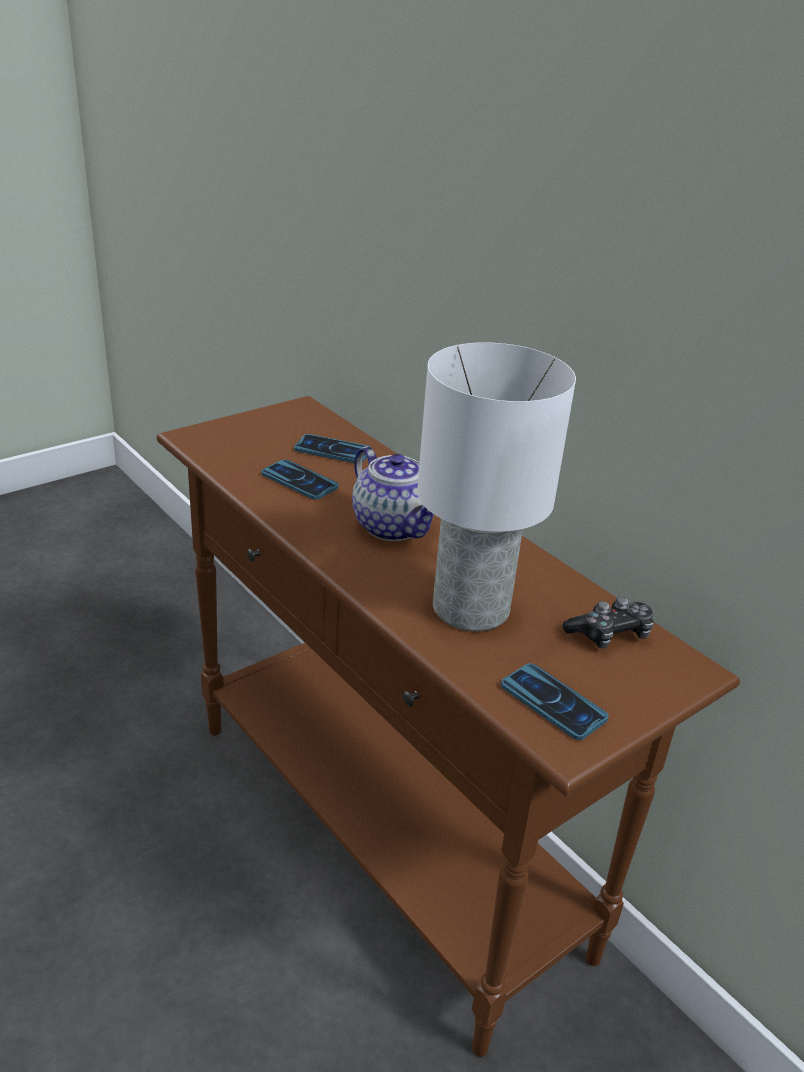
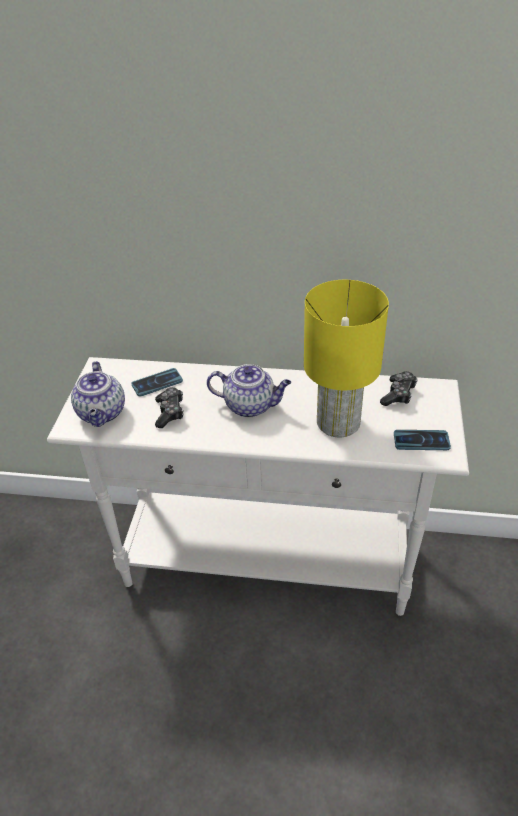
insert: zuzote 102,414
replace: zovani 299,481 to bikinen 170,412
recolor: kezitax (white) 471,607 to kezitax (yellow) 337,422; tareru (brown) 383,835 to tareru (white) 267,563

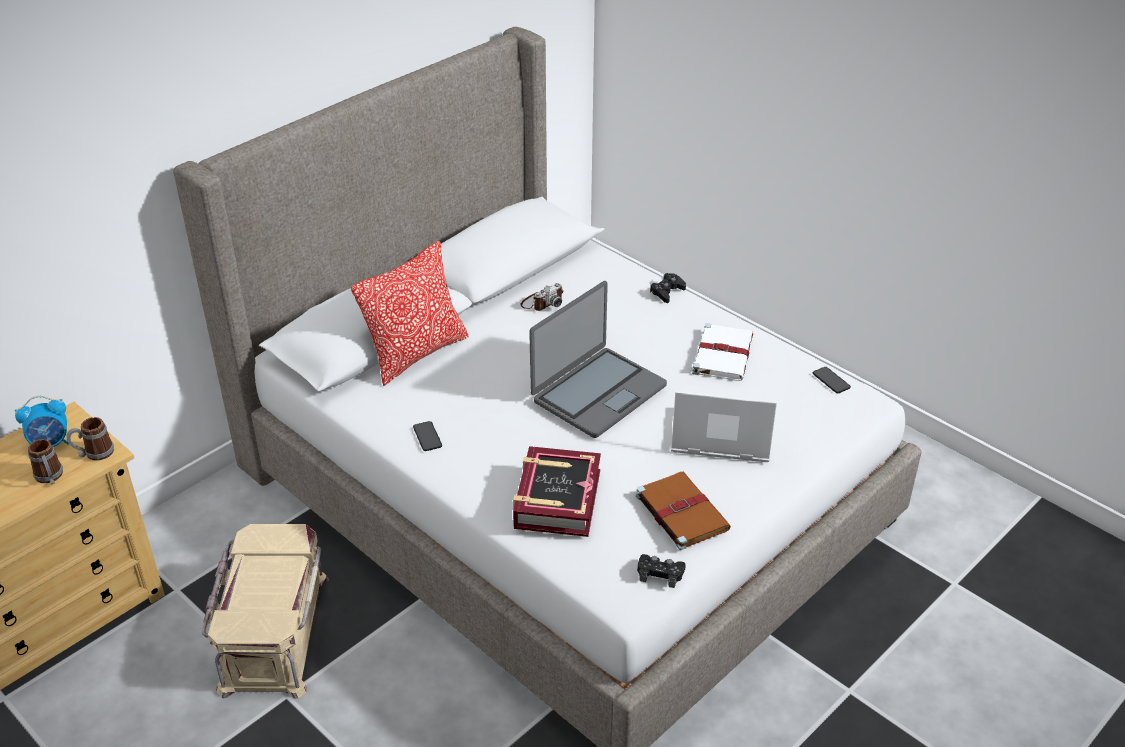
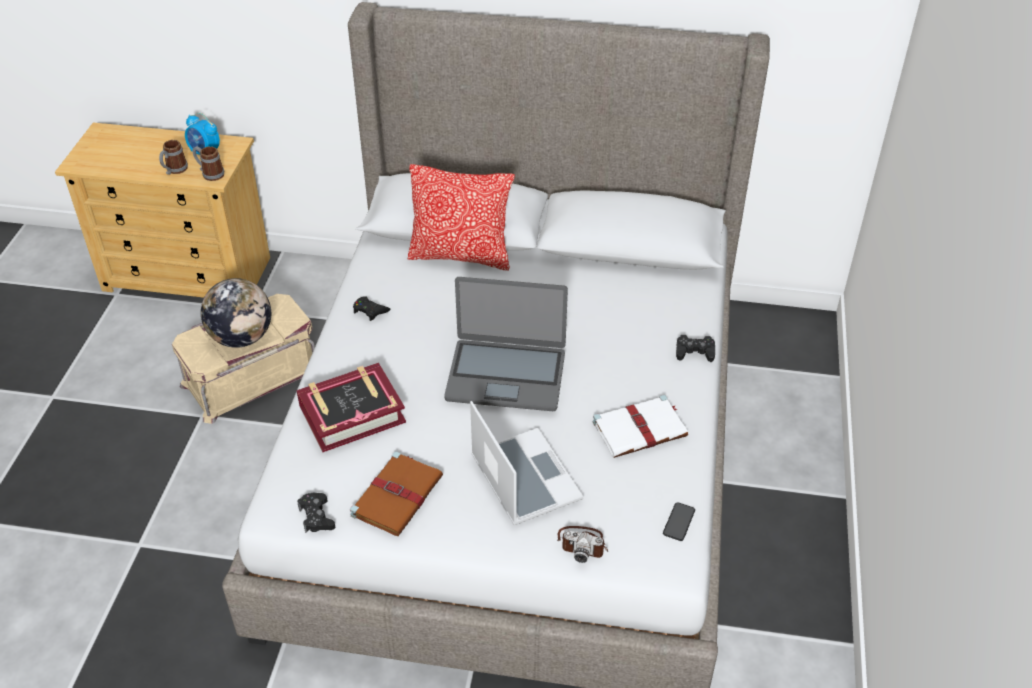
insert: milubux 242,337
move: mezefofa 542,302 to 583,544
replace: zovani 427,437 to bikinen (black) 370,311

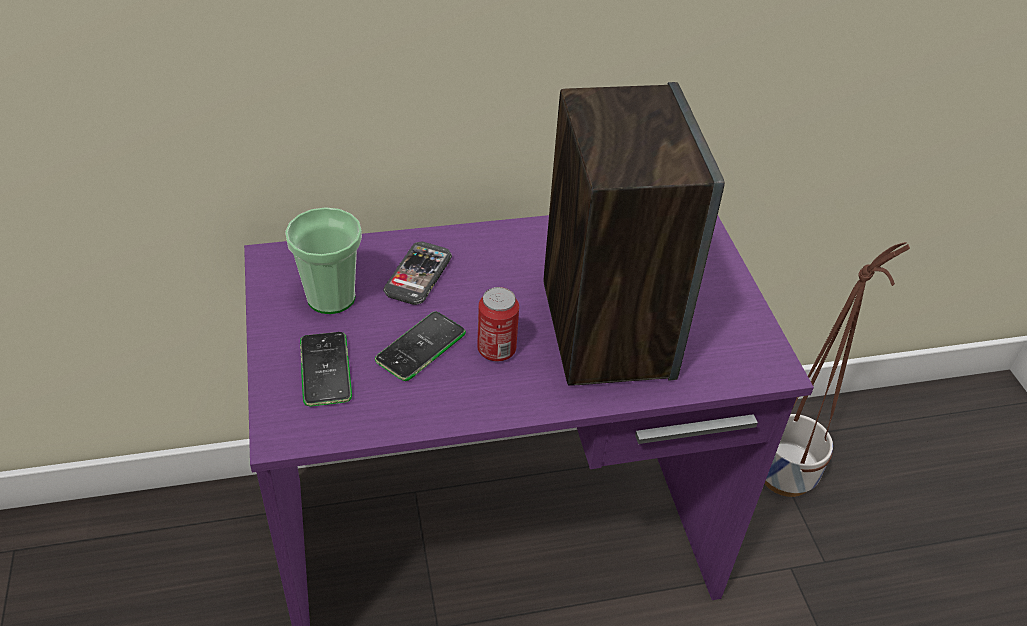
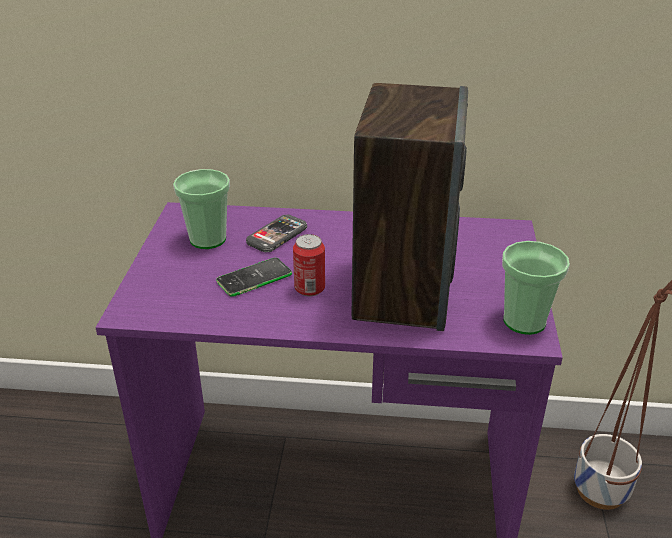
delete: zovani 325,369
insert: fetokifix 524,321

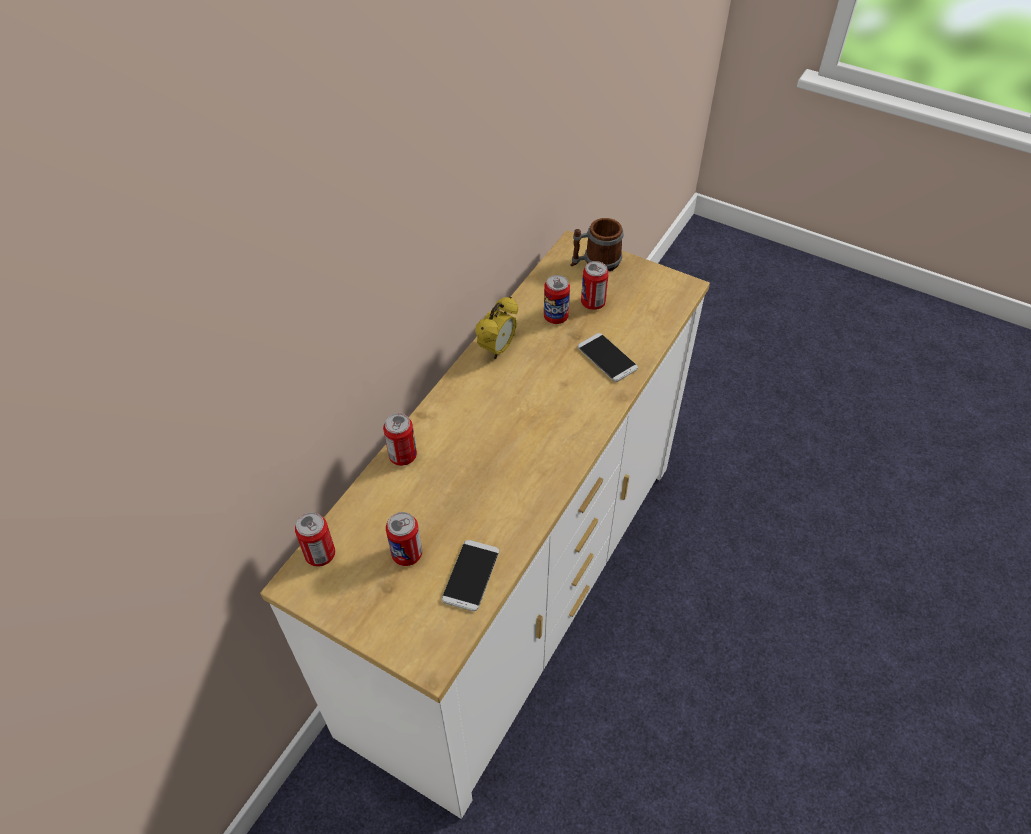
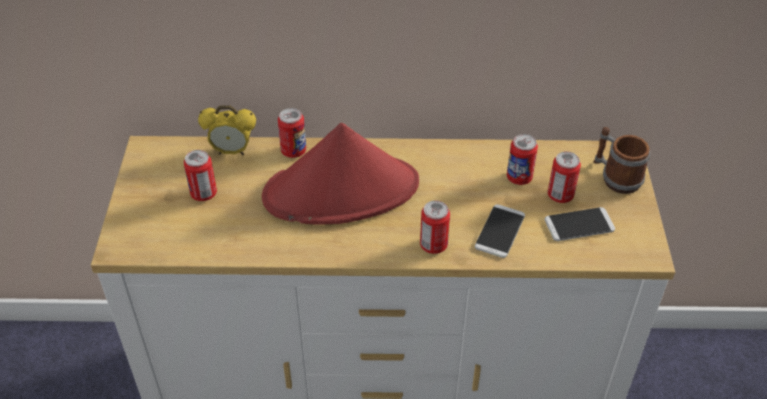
insert: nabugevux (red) 342,191
move: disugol 497,349 to 232,151; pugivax 320,554 to 433,245; zovani 471,575 to 579,225

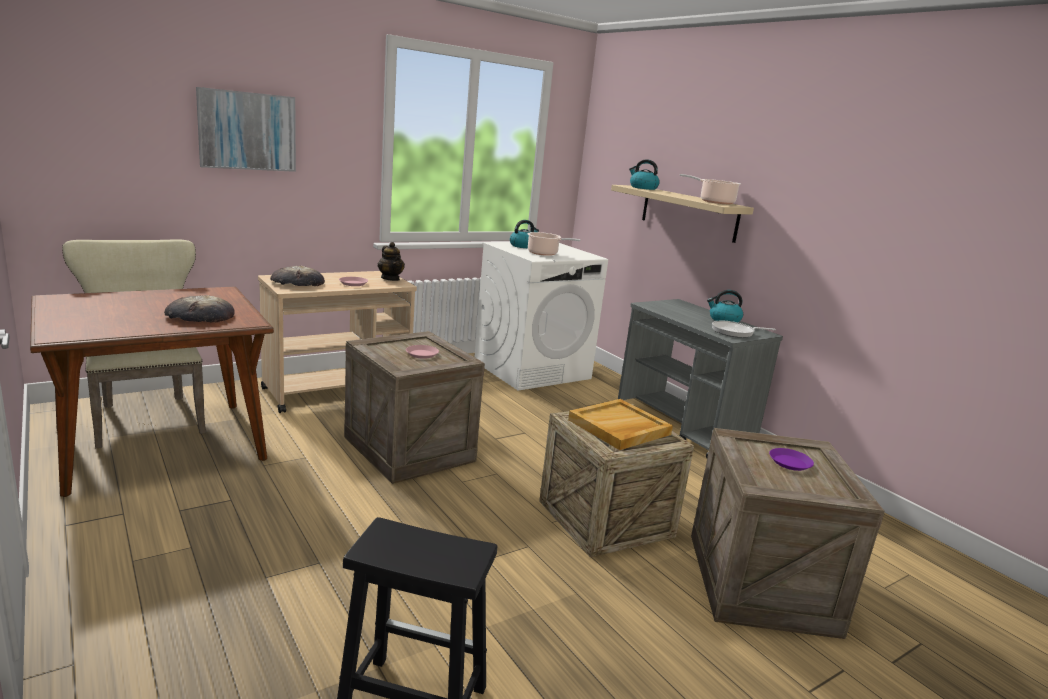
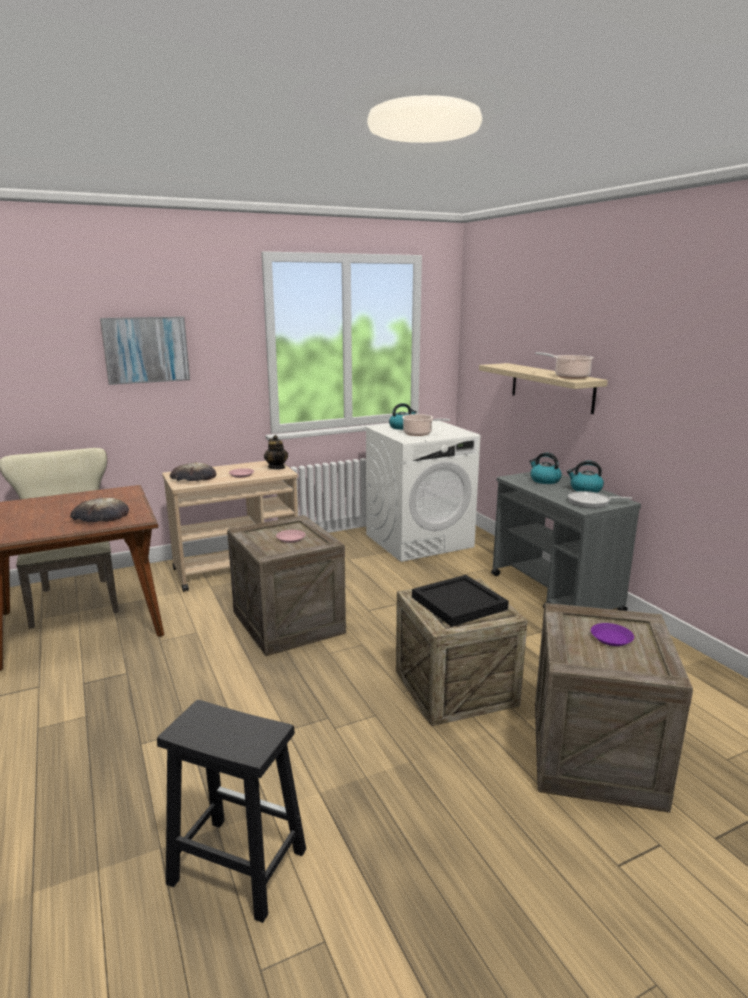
move: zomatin 642,188 to 544,480
recolor: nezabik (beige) 619,427 to nezabik (black) 458,603

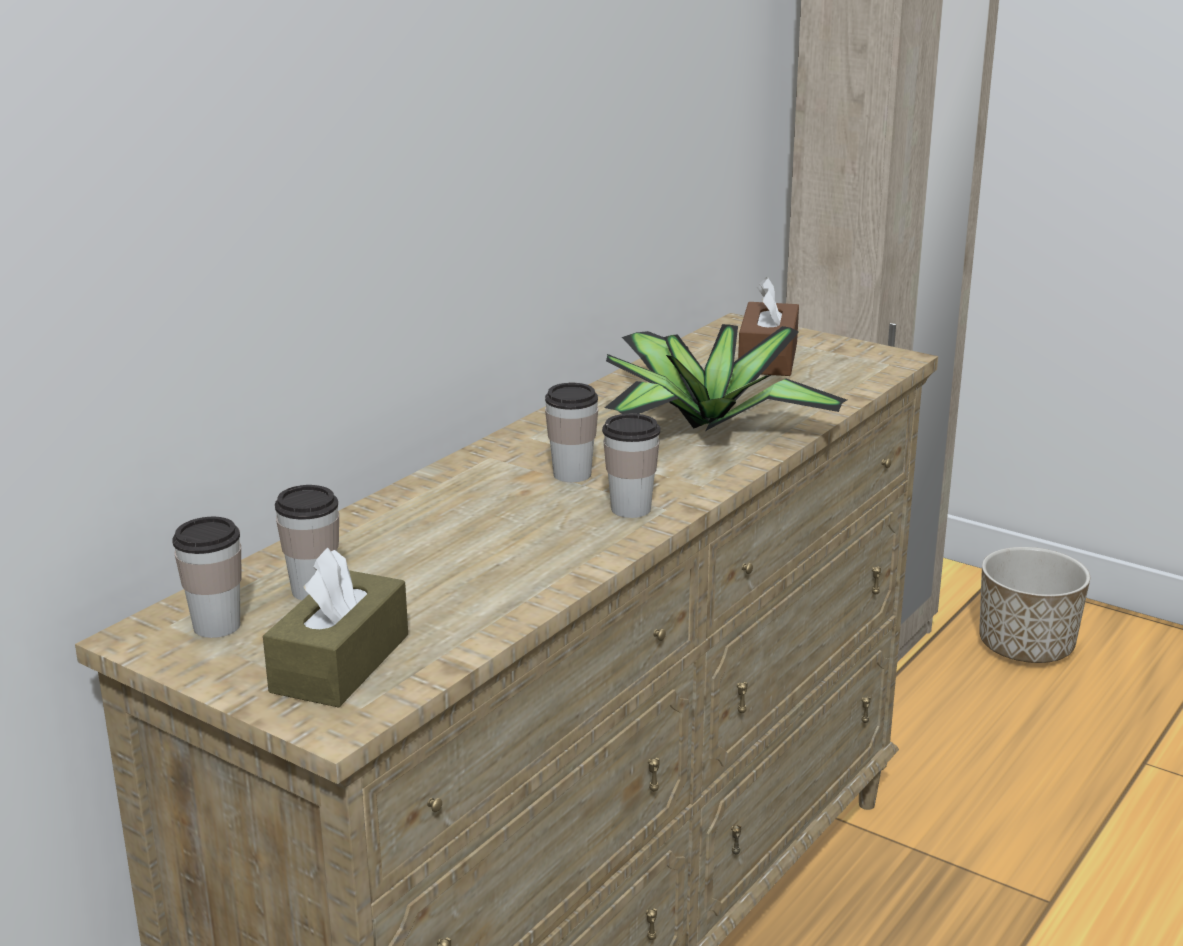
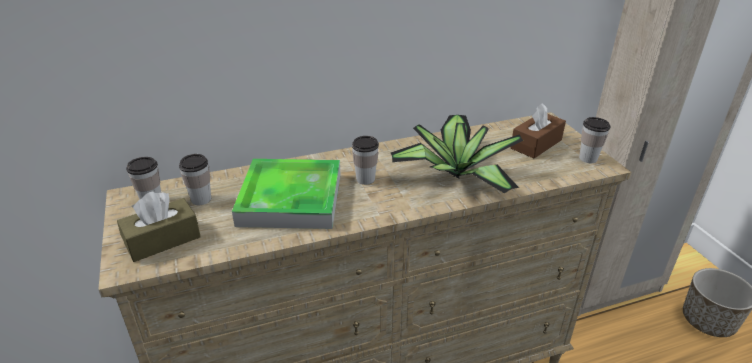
insert: nezabik 291,199
move: fetokifix 630,509 to 588,158

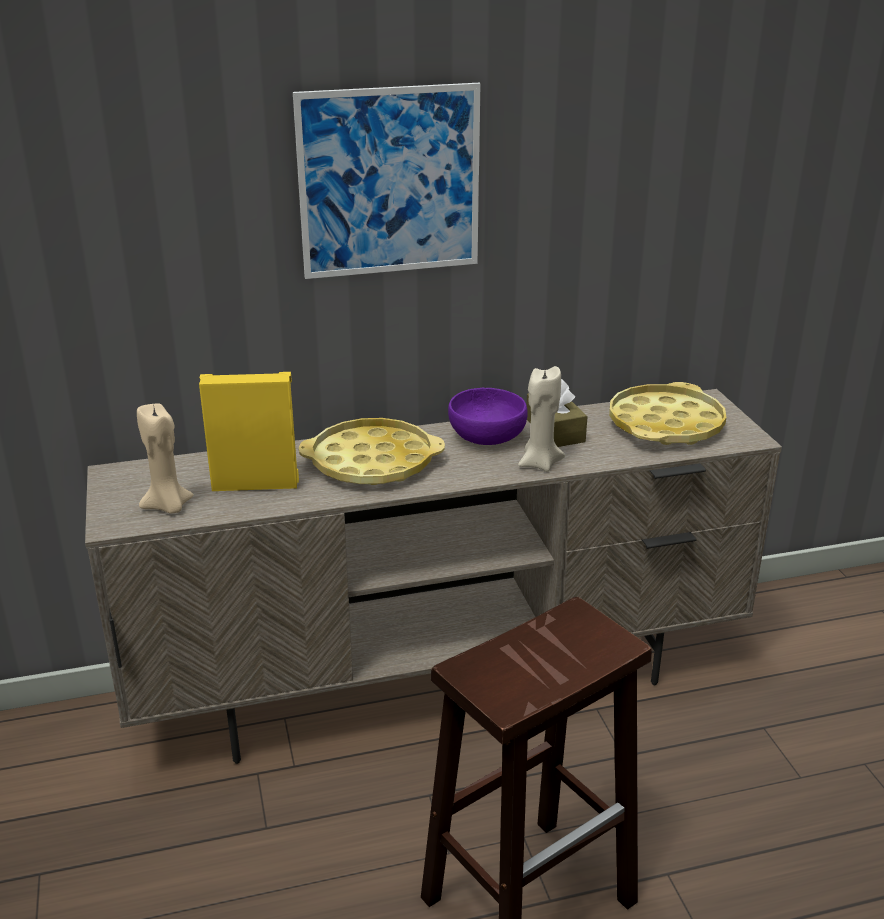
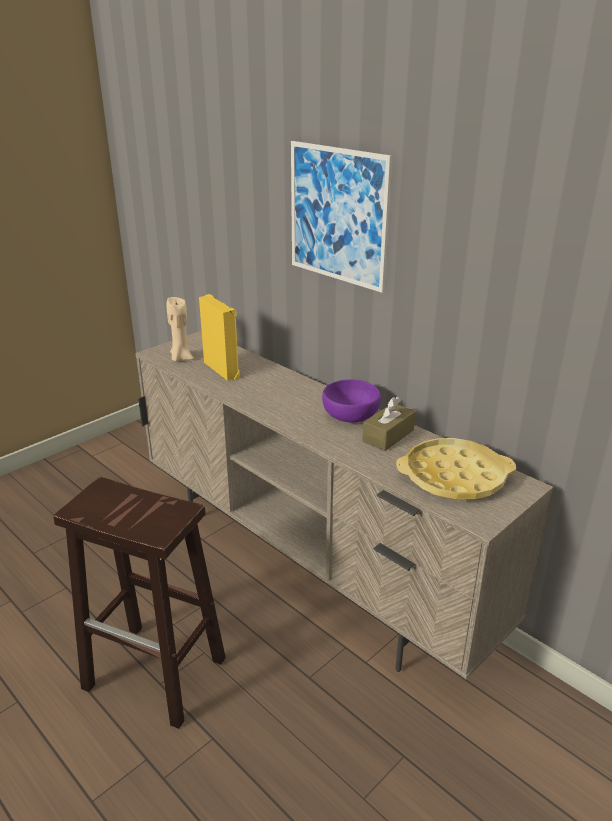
delete: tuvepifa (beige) 539,463; nezabik (yellow) 372,462

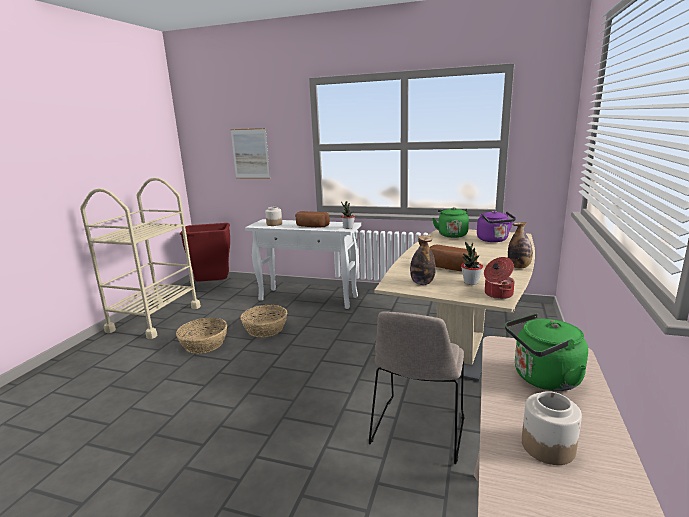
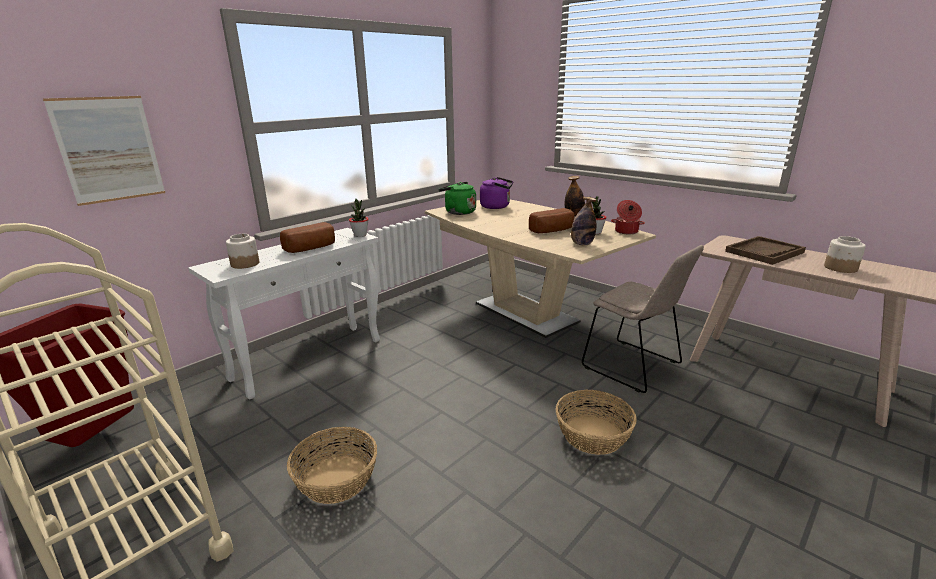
move: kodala 265,329 to 592,435
replace: zomatin (green) 543,379 to nezabik (brown) 764,252

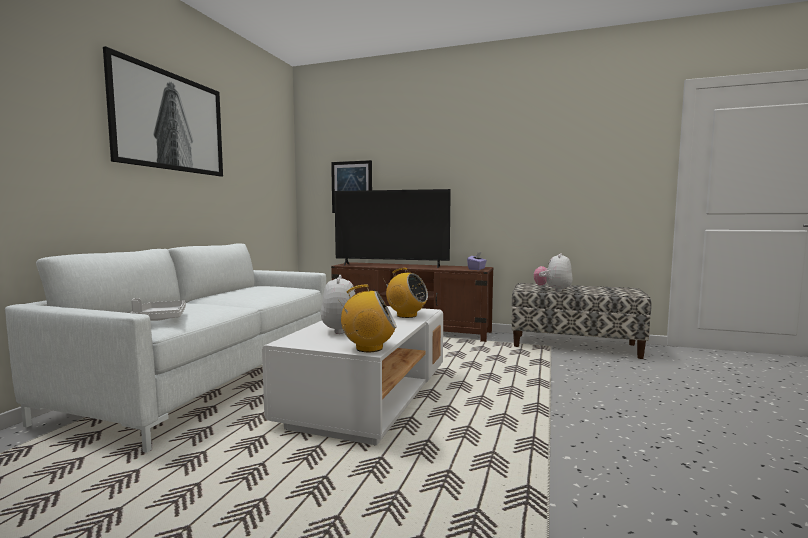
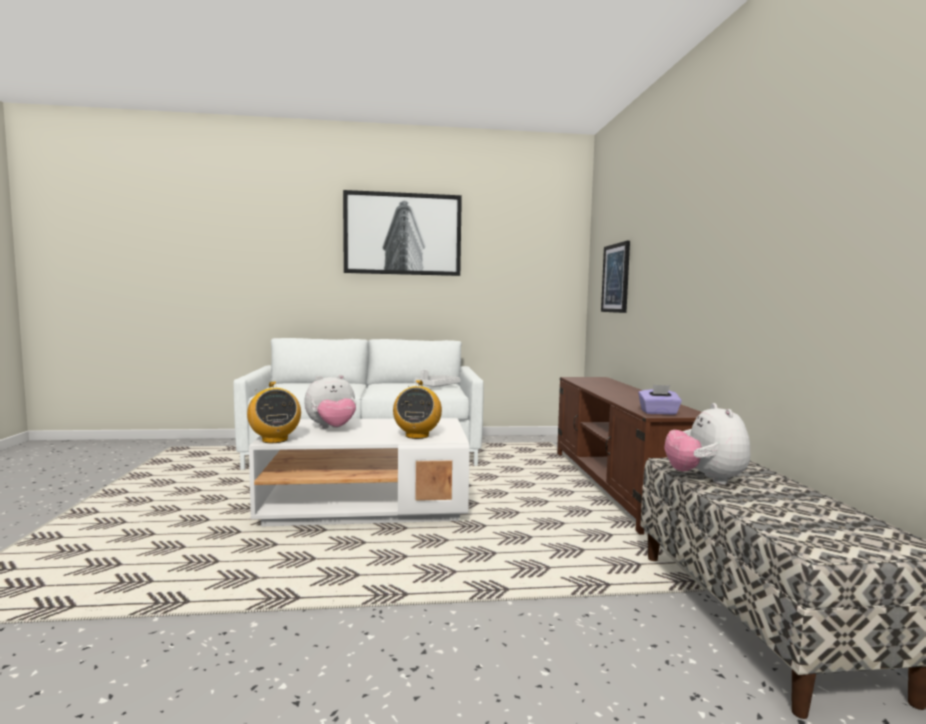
delete: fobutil 391,265
move: nezabik (white) 160,319 to 437,386
rotate: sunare 553,290 = 705,479 90 degrees counterclockwise

